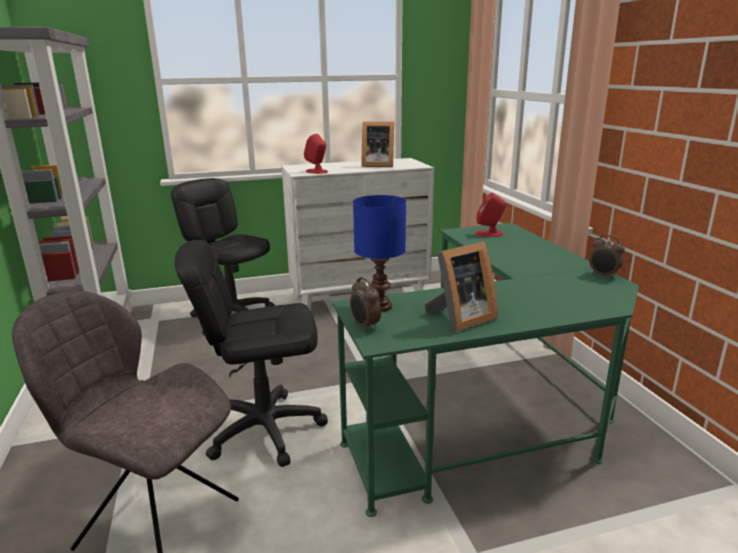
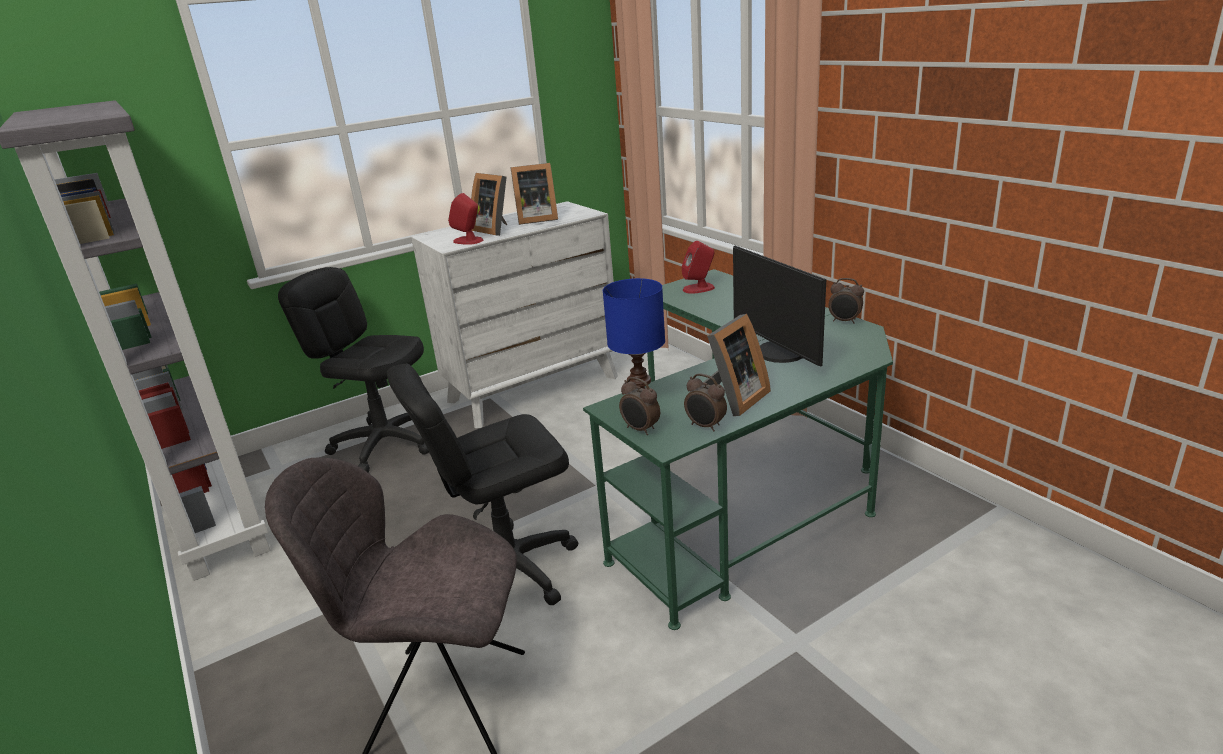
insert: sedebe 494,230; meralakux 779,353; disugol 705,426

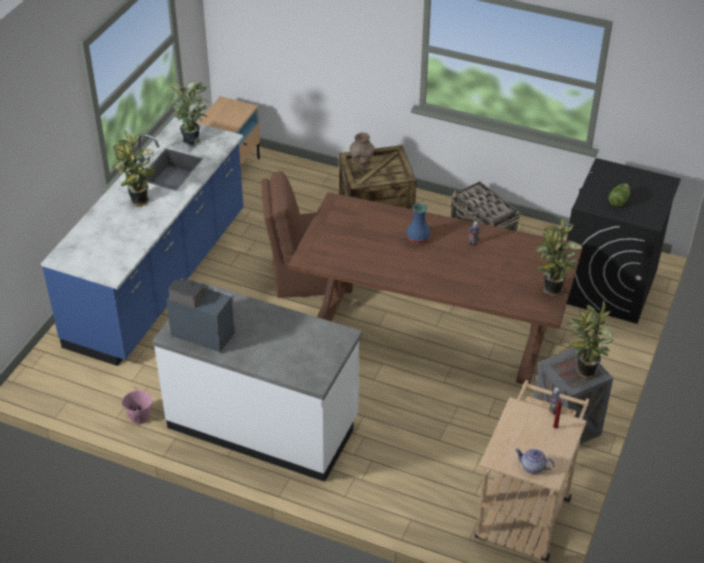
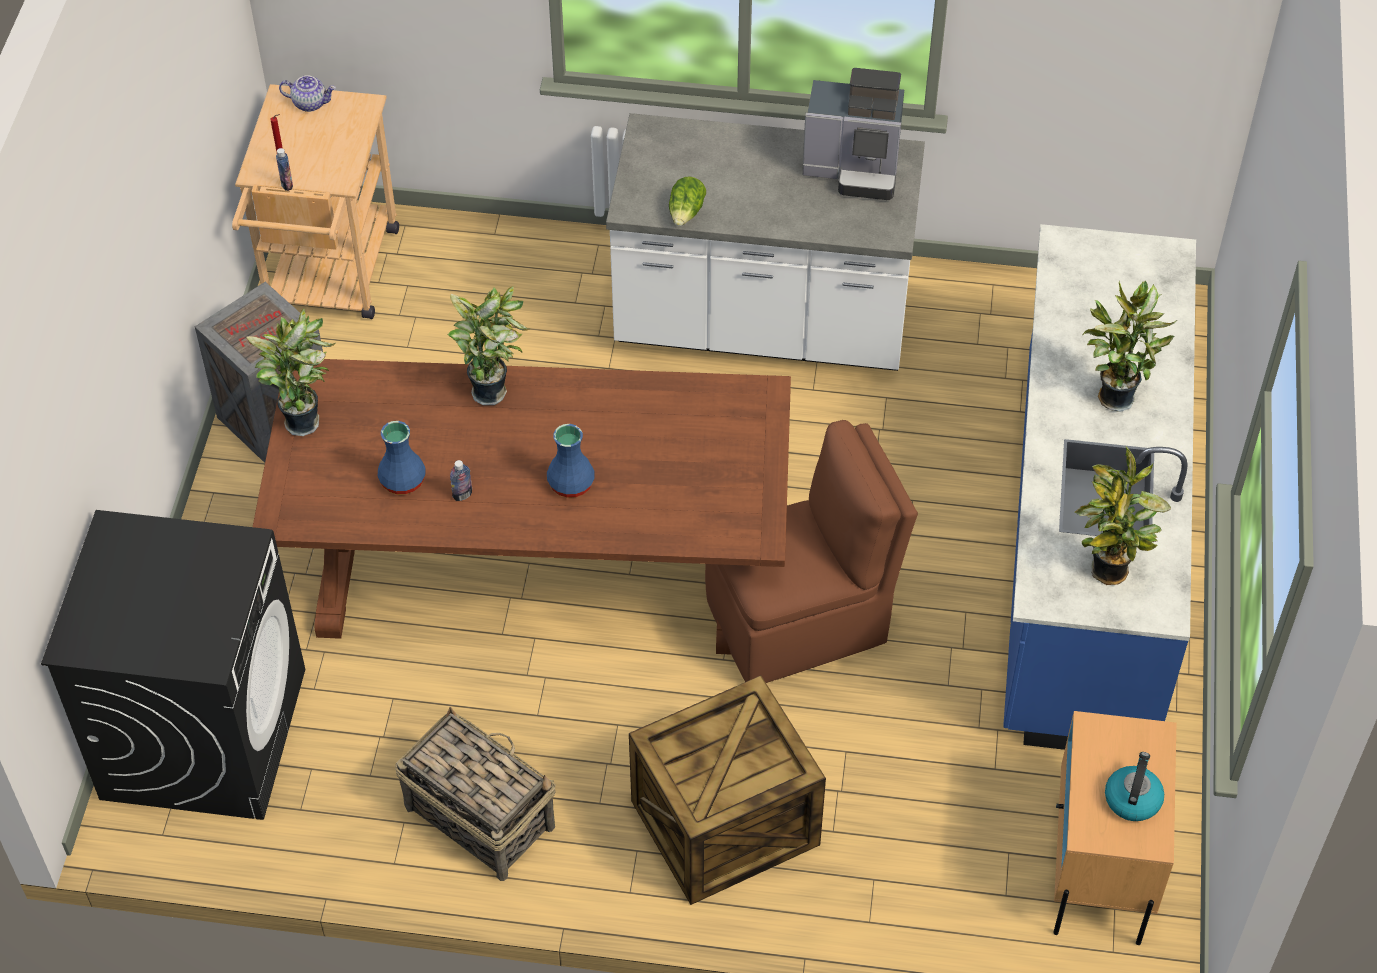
delete: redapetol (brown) 361,165; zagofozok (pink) 139,417
insert: redapetol (blue) 403,481; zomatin 1132,799
move: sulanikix 618,200 to 686,212; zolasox 584,372 to 492,390

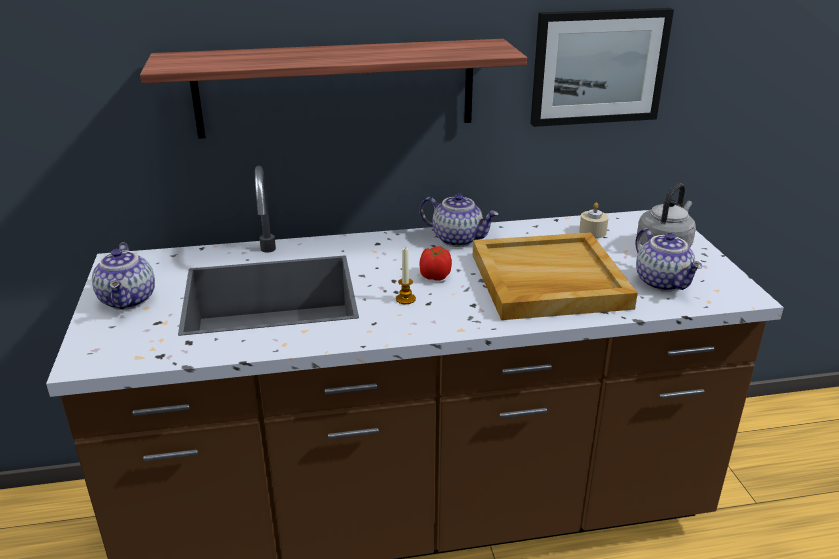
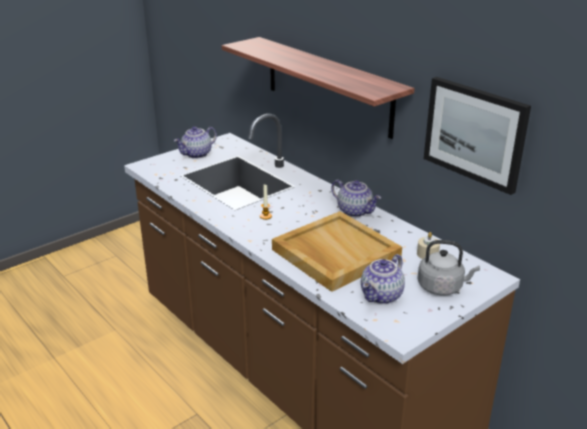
delete: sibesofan 434,276
rotate: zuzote 458,239 = 355,211 45 degrees counterclockwise

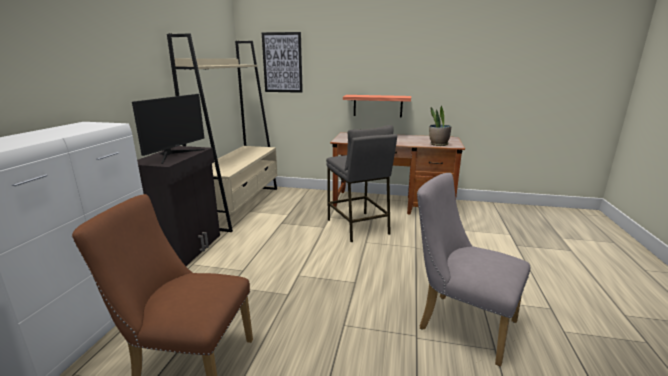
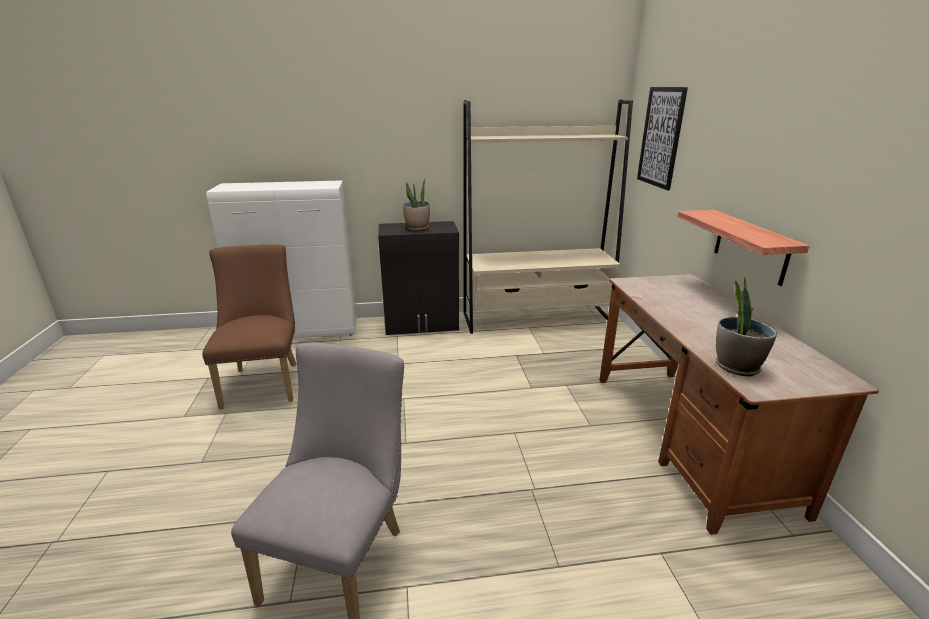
delete: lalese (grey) 358,226
replace: meralakux 174,155 to zolasox 417,228

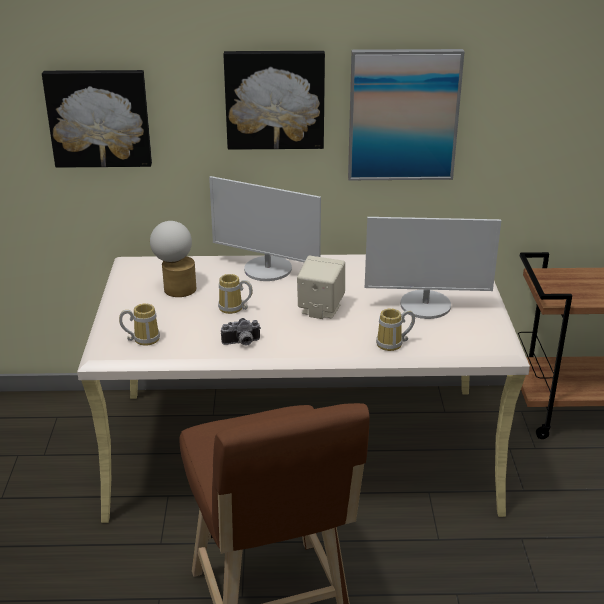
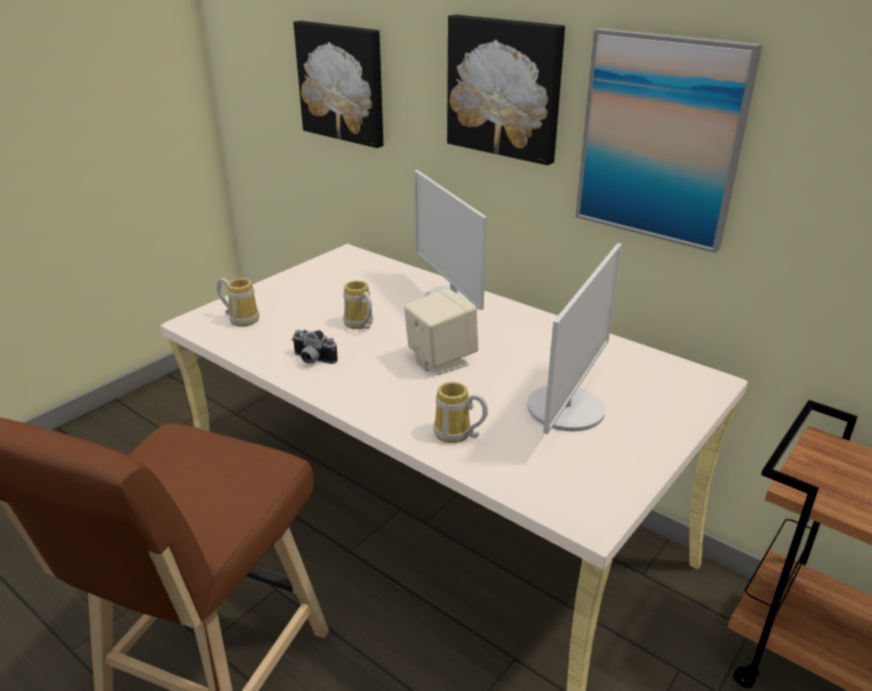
delete: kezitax 176,287
rotate: meralakux 426,305 = 567,408 105 degrees counterclockwise

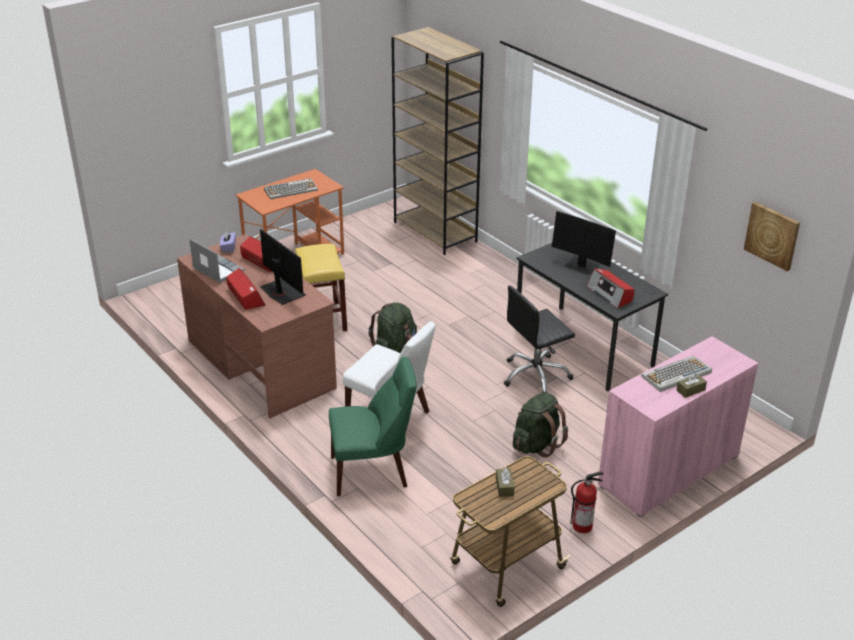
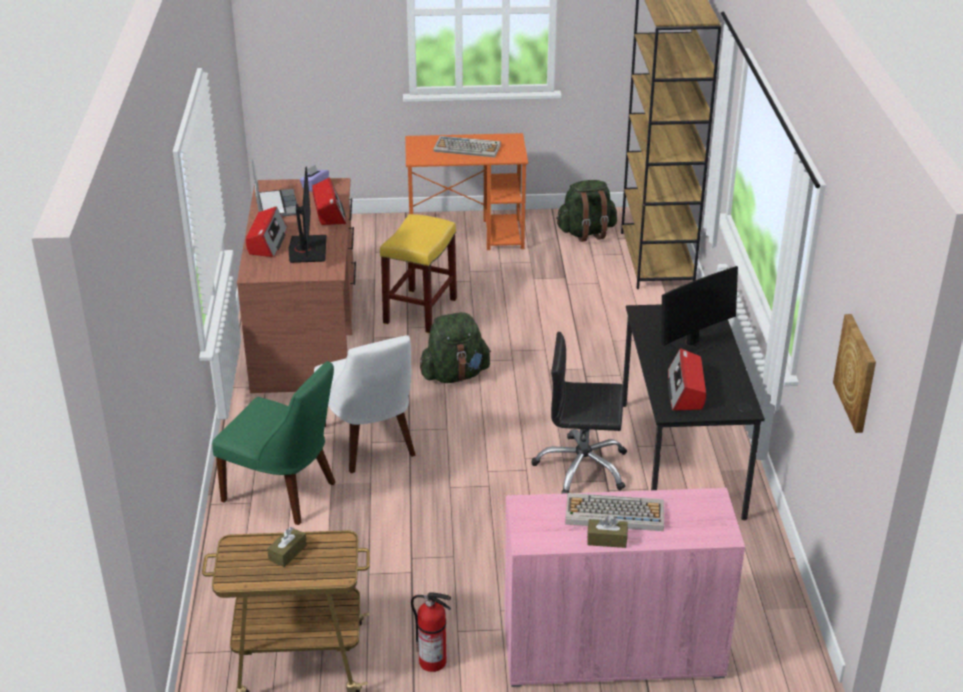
move: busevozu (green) 536,444 to 586,233
rotate: meralakux 581,266 = 692,344 105 degrees counterclockwise

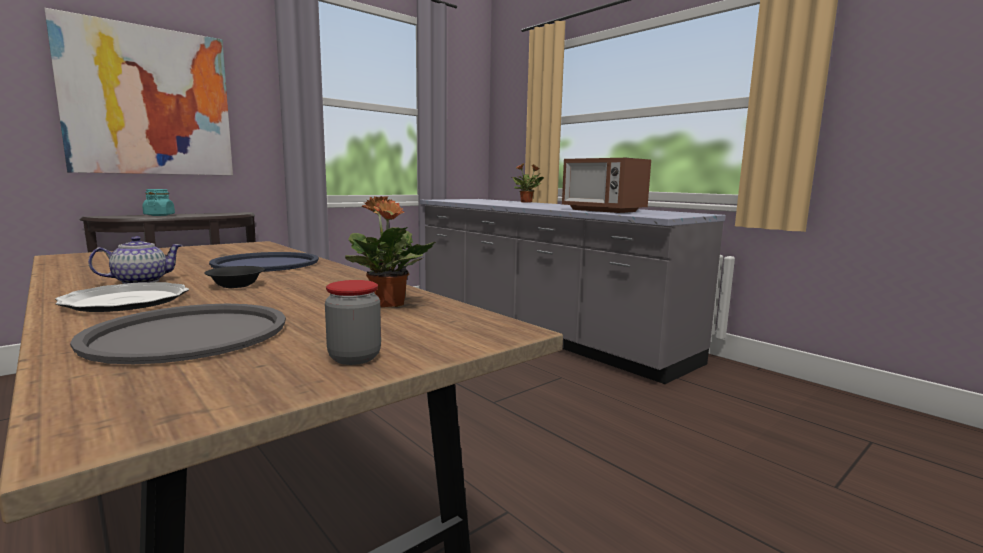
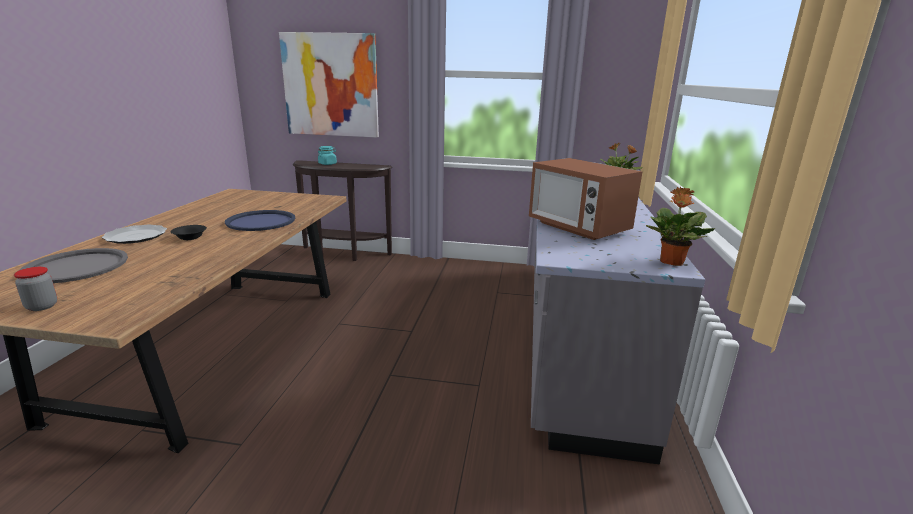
delete: zuzote 140,281
move: zolasox 388,304 to 671,262
rotate: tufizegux 603,210 = 578,228 45 degrees counterclockwise

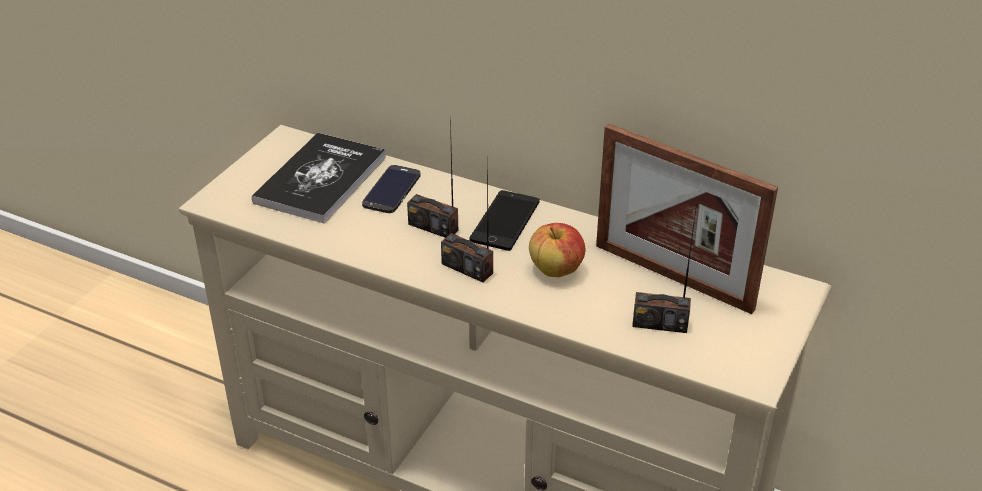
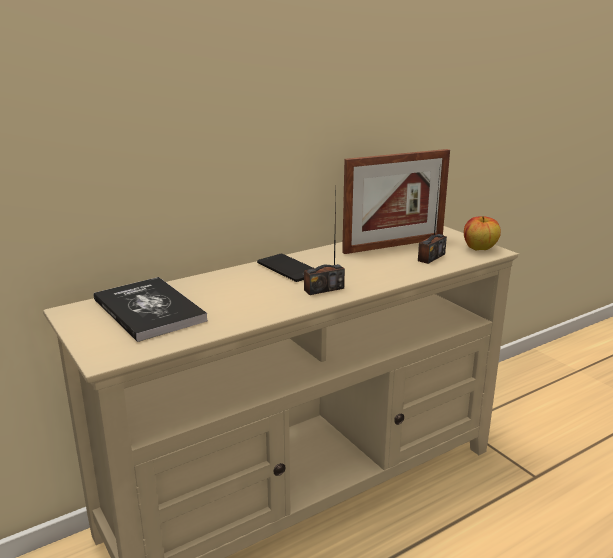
delete: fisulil 433,227; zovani 392,190
move: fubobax 556,270 to 479,248

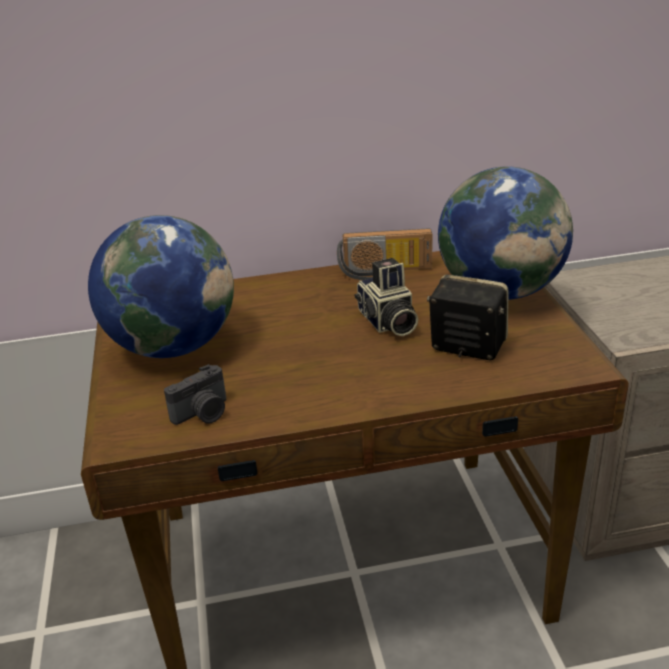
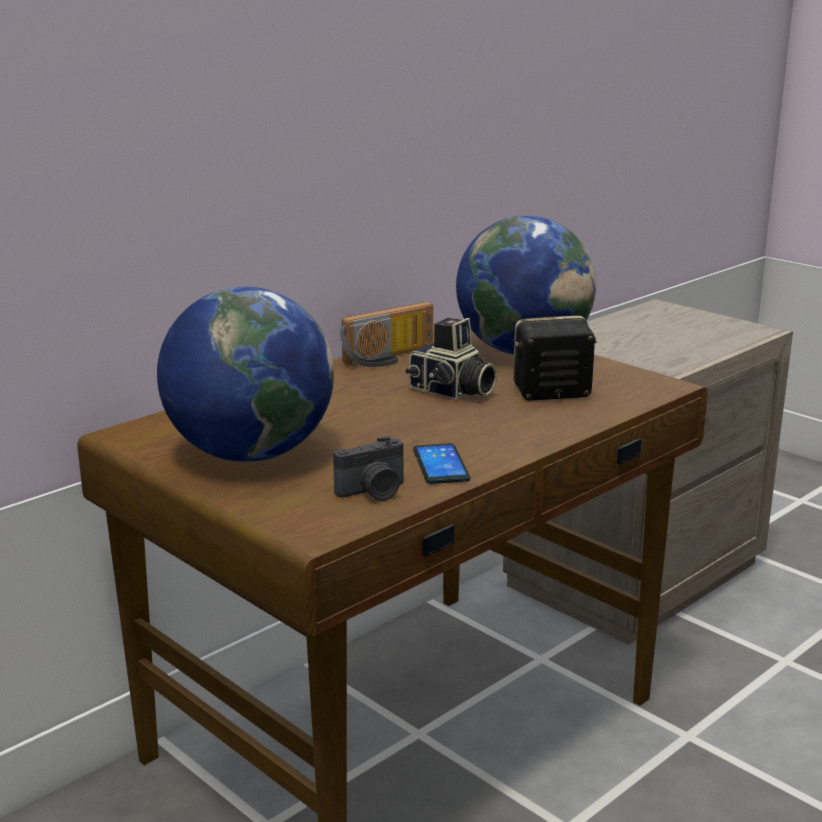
insert: zovani 440,465
rotate: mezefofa 203,414 = 374,492 45 degrees clockwise

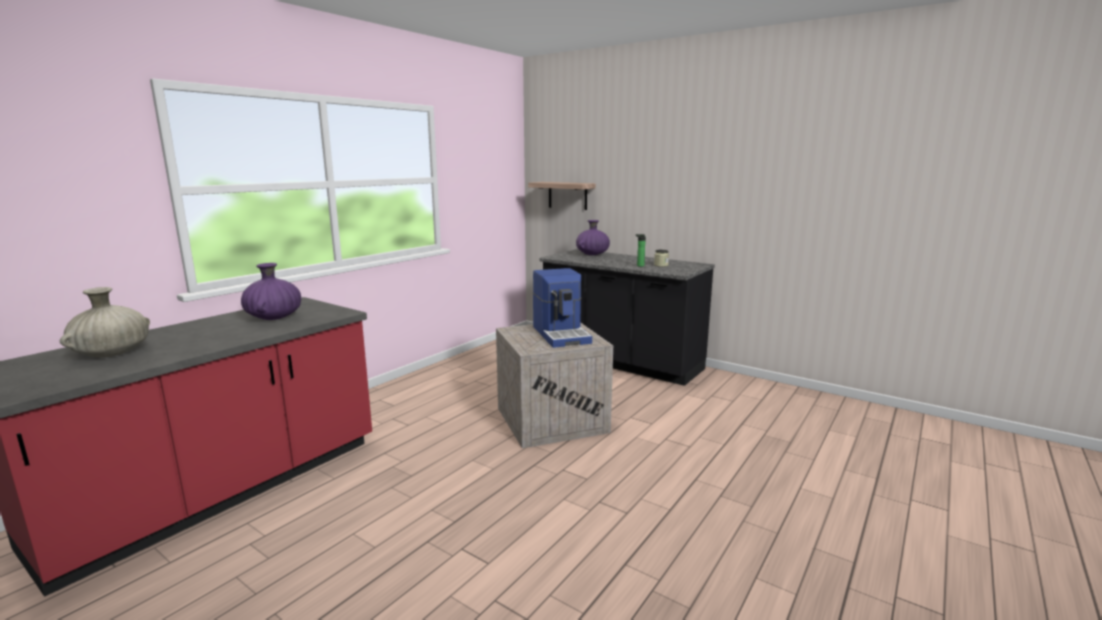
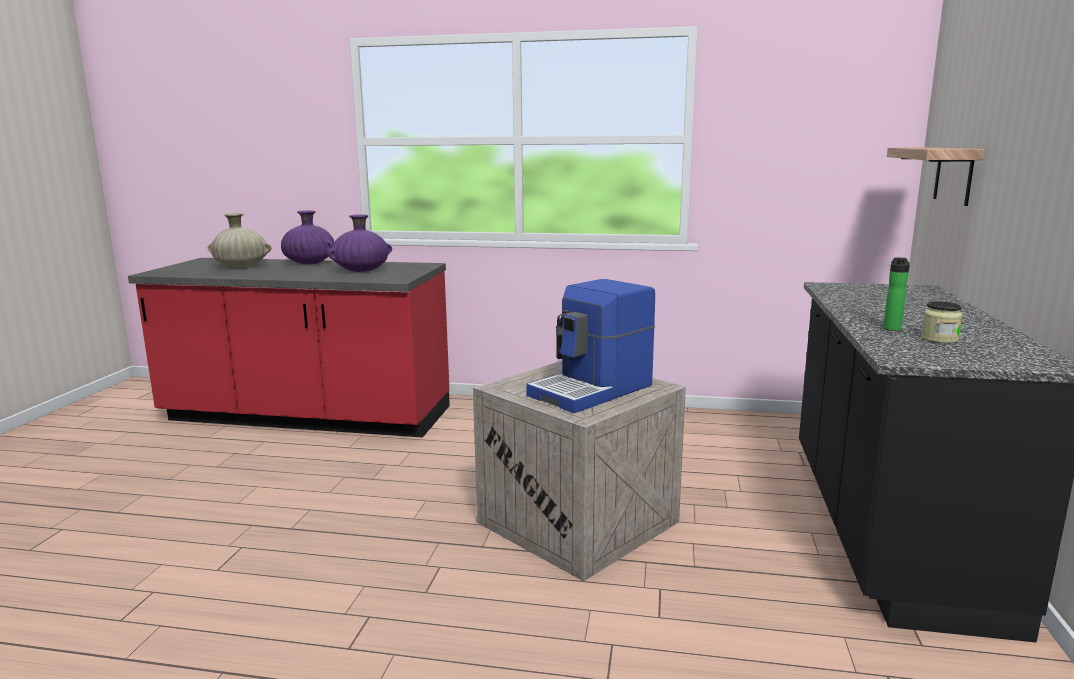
move: redapetol (purple) 592,254 to 309,263

